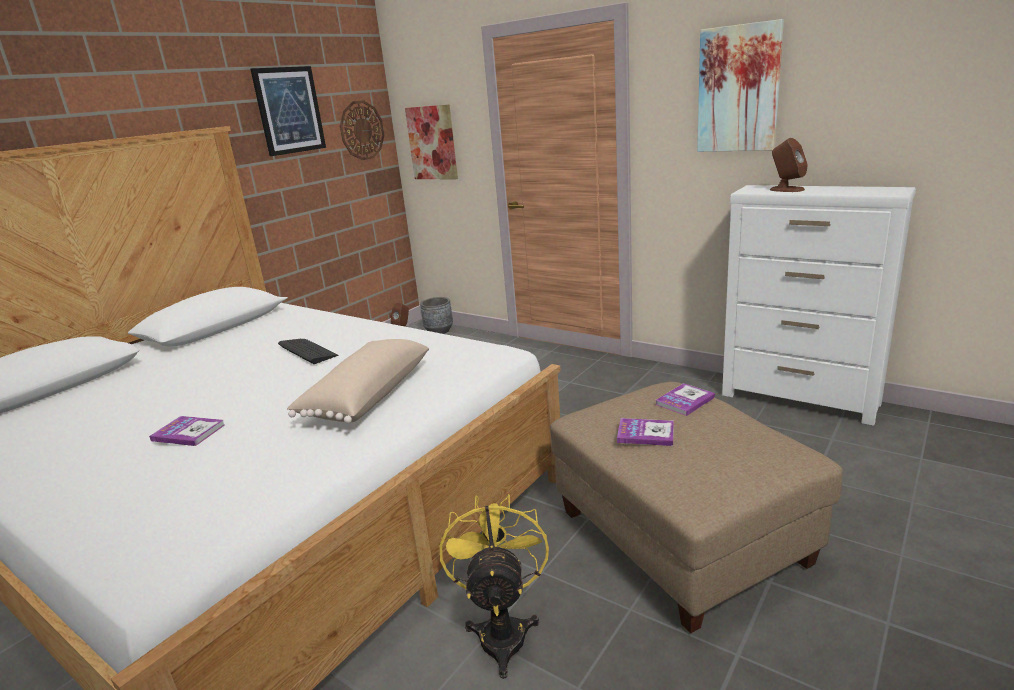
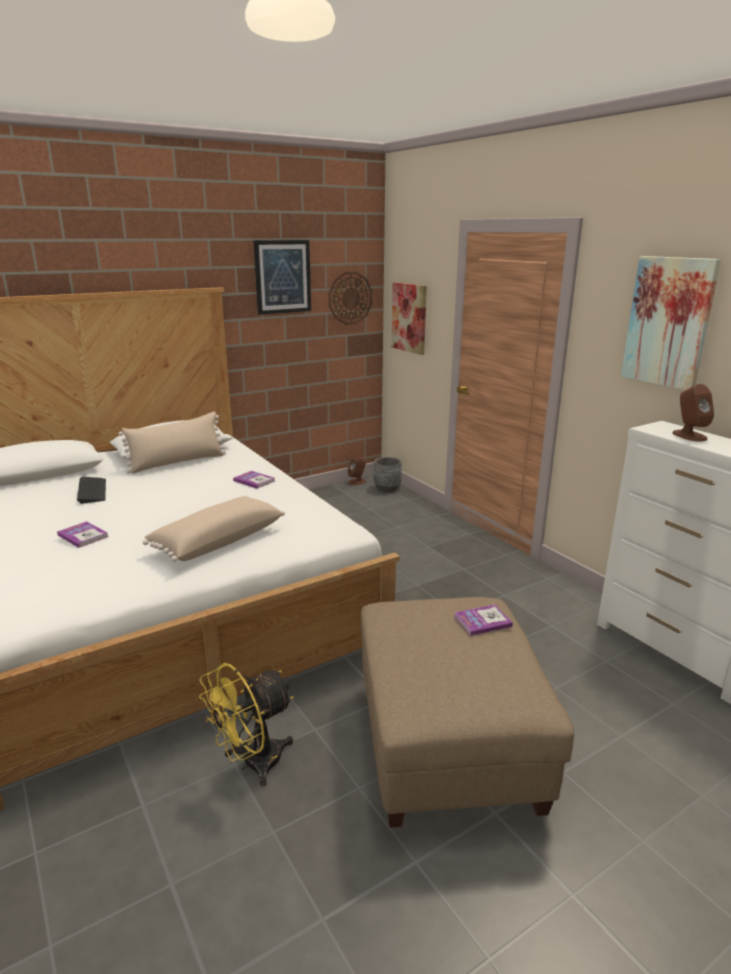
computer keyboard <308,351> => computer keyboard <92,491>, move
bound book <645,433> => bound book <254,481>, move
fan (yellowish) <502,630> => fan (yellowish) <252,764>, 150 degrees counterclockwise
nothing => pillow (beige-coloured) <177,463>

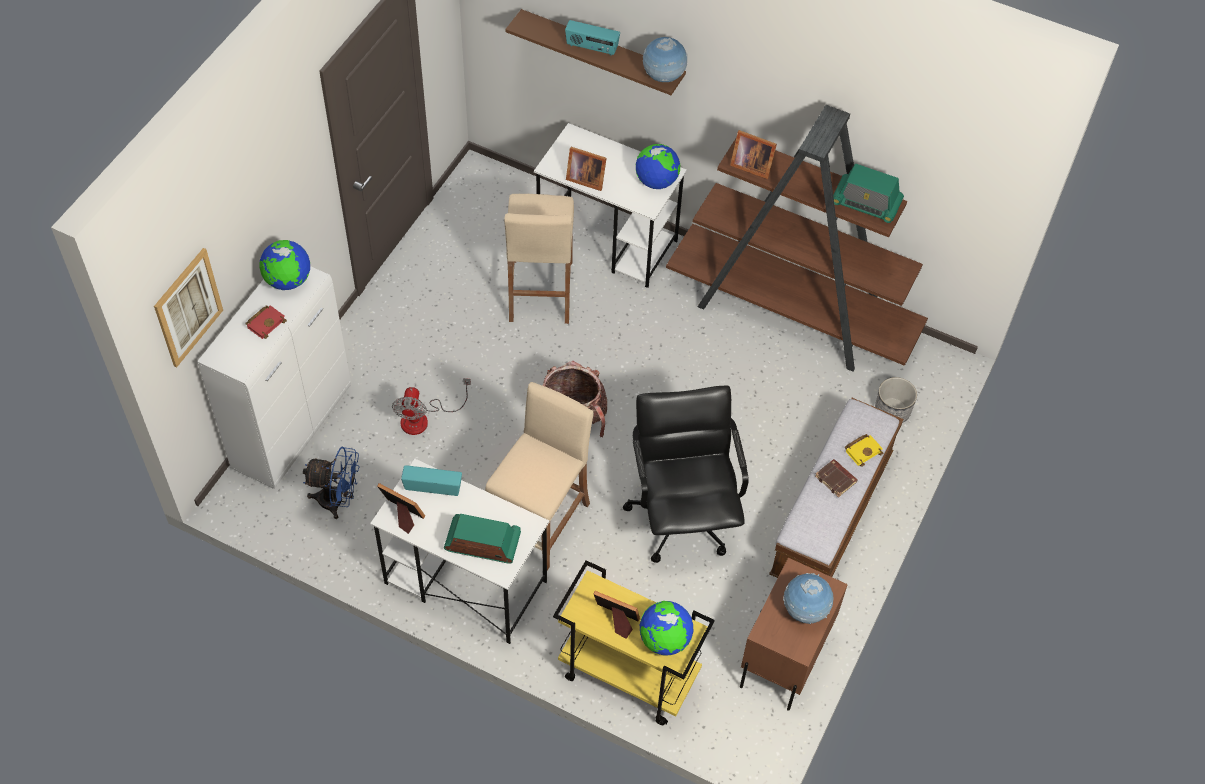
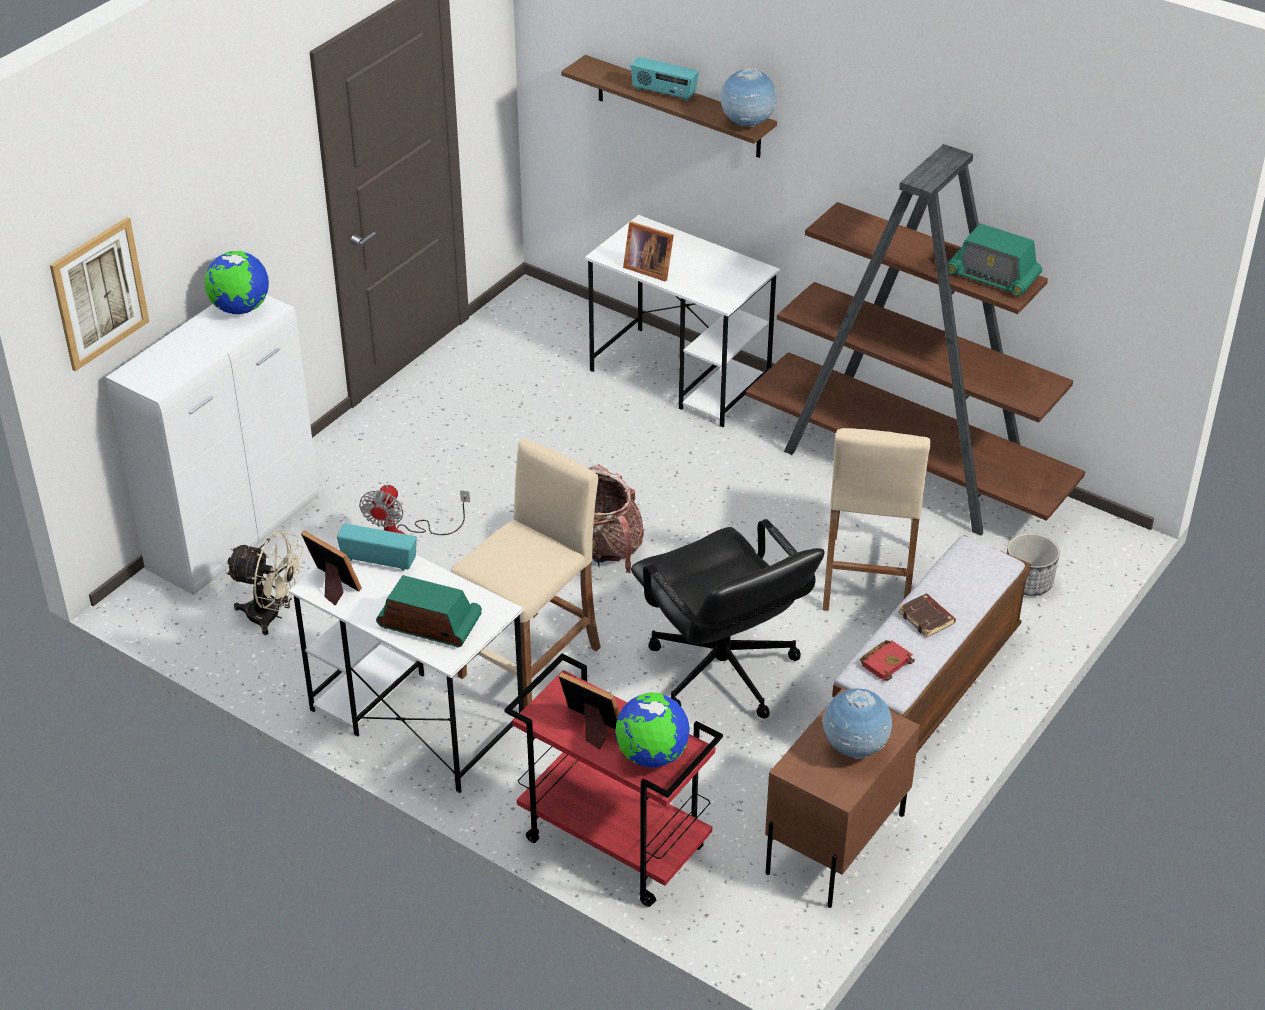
picture frame <750,165> => nothing
globe <656,181> => nothing
sitting stool (beige-coloured) <540,291> => sitting stool (beige-coloured) <868,577>, move
bound book (red-coloured) <266,322> => bound book (red-coloured) <886,662>, move
desk chair (black) <682,516> => desk chair (black) <722,672>, 150 degrees clockwise
bound book (yellowish) <863,450> => nothing
fan (blue-coloured) <338,501> => fan (beige-coloured) <272,616>
cart (yellowish) <627,675> => cart (red-coloured) <612,844>

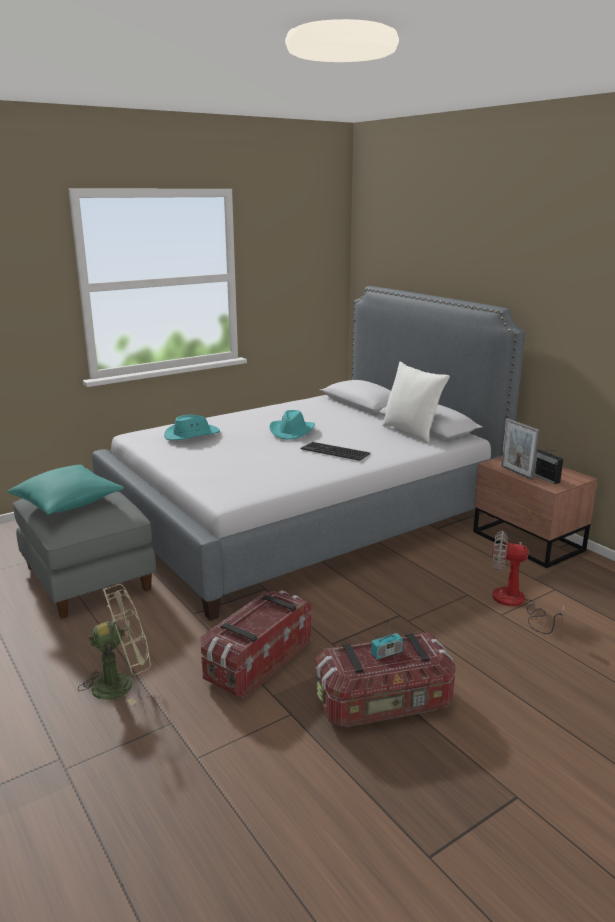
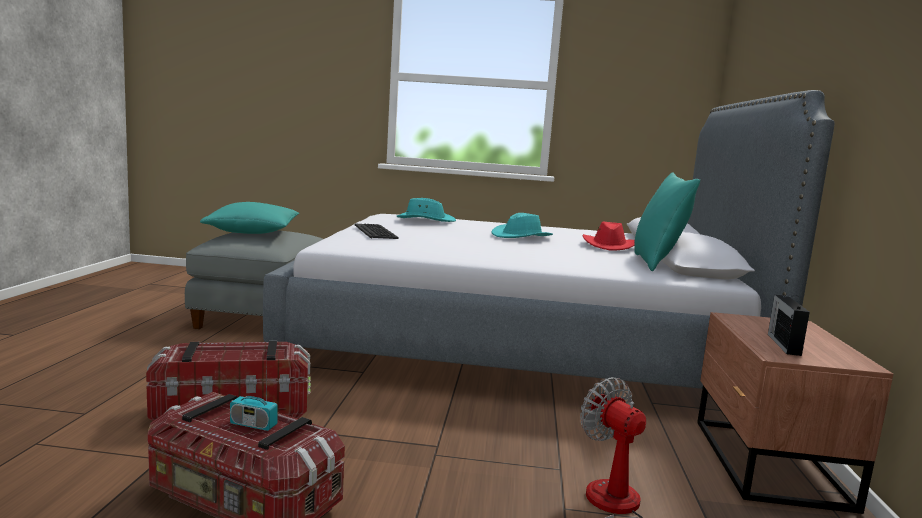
pillow (whitish) <411,432> => pillow (blue-green) <657,263>
picture frame <516,472> => nothing
computer keyboard <335,451> => computer keyboard <376,232>, move
fan (green-coloured) <122,683> => nothing
nothing => hat (red-coloured) <609,246>

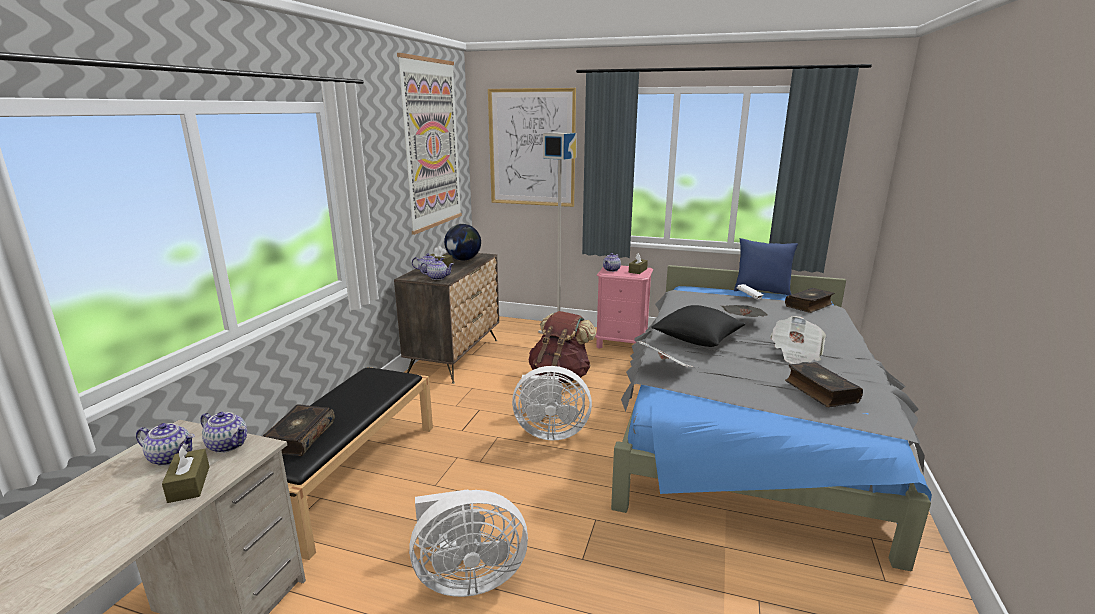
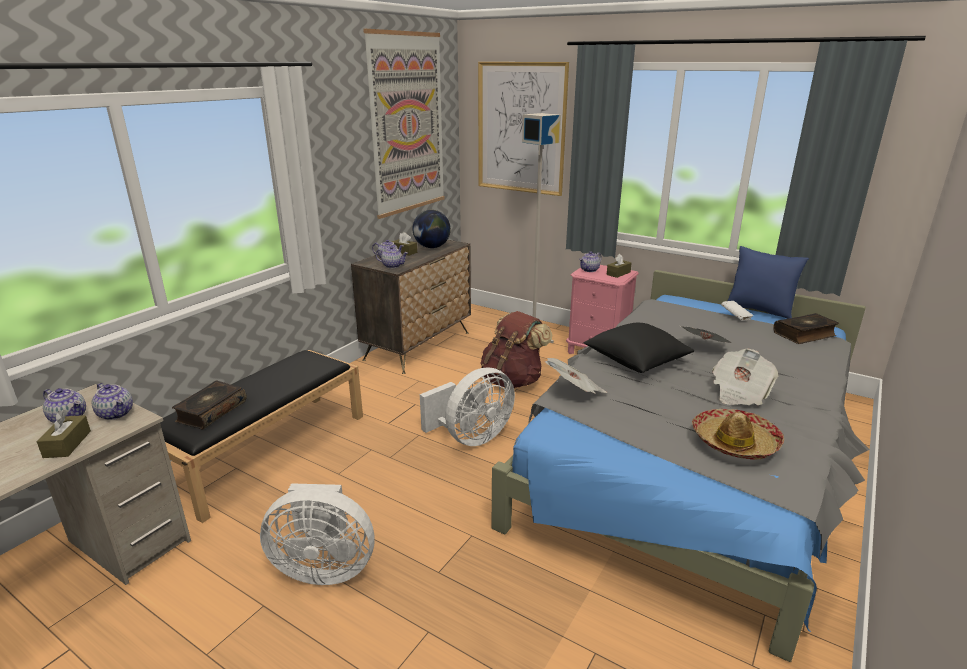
bound book <820,391> => hat <734,442>
fan (whitish) <549,432> => fan (whitish) <471,437>, 60 degrees counterclockwise

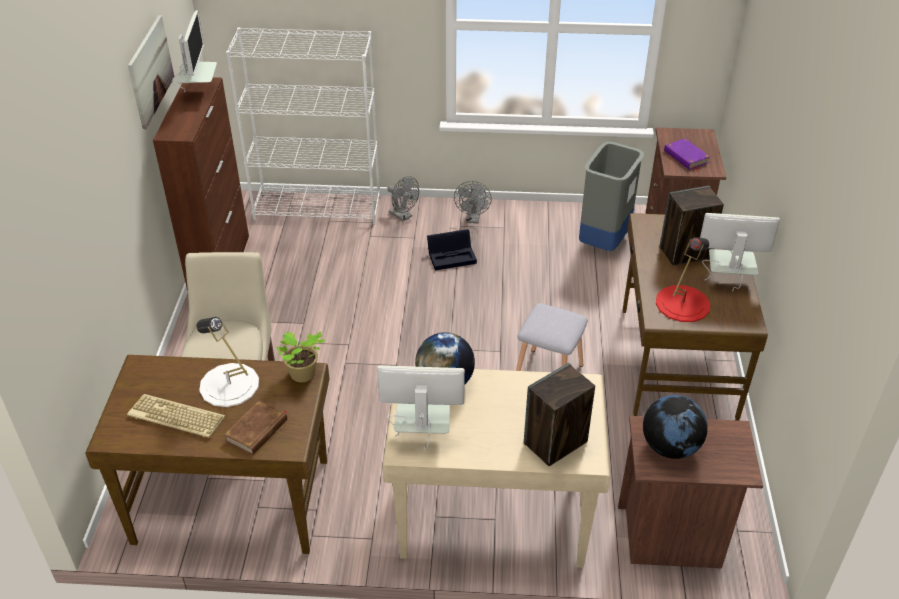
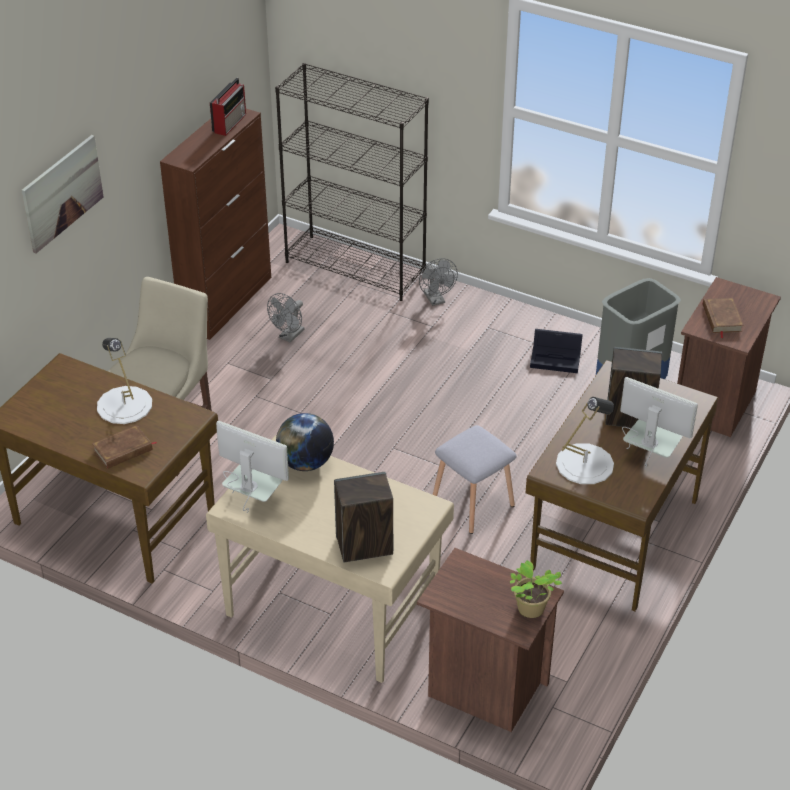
monitor <199,92> => radio receiver <230,122>
wall art <150,71> => wall art <62,193>, move
bookcase (whitish) <318,208> => bookcase (black) <356,267>
bound book (purple-coloured) <686,157> => bound book (brown-coloured) <721,318>
fan (gray) <473,219> => fan (gray) <289,336>, move
storage box (black) <453,256> => storage box (black) <557,358>, move
tabletop lamp (red-coloured) <682,303> => tabletop lamp (whitish) <584,464>
houseplant <303,375> => houseplant <530,610>, move
computer keyboard <175,417> => nothing
globe <670,447> => nothing

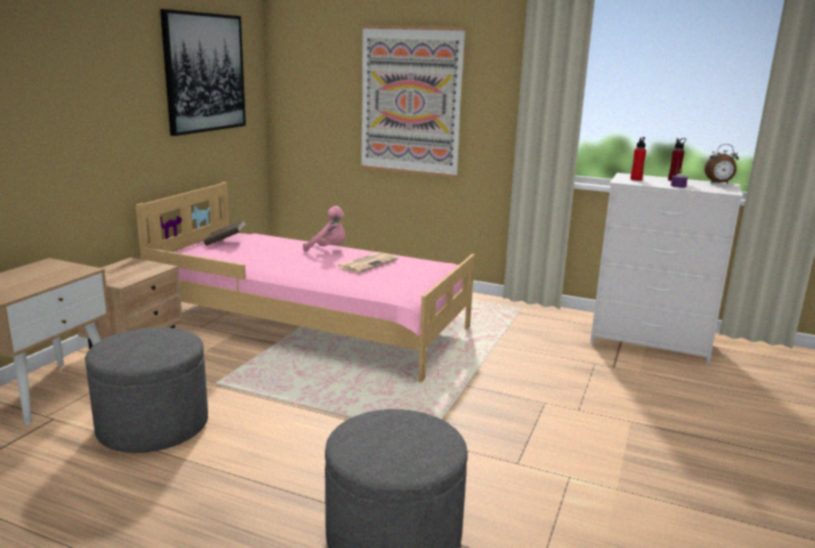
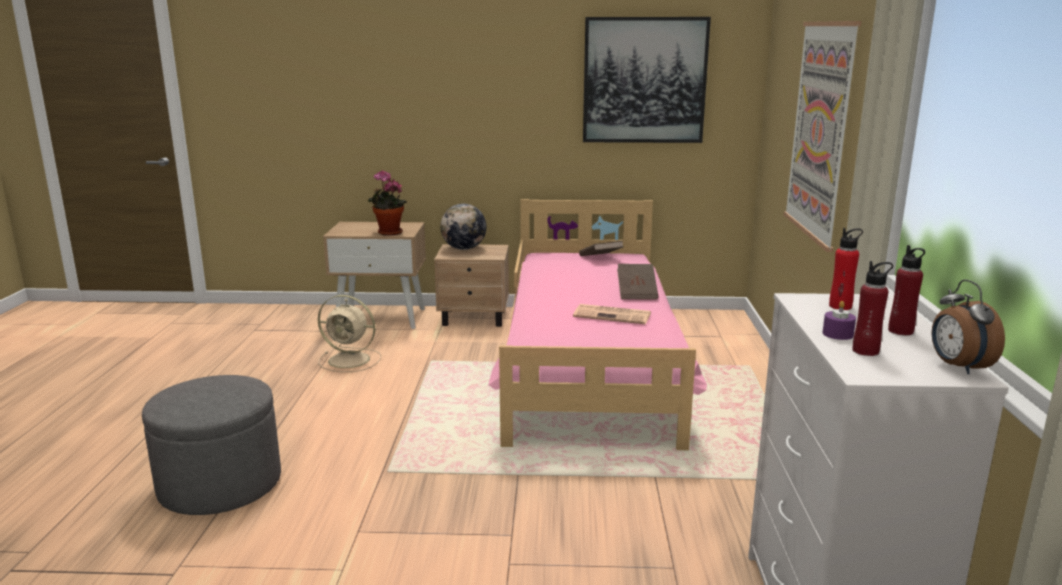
cuddly toy (pink) <328,249> => bound book (brown-coloured) <637,293>
footrest (gray) <153,426> => fan (beige-coloured) <351,360>
nothing => houseplant <388,233>
nothing => globe <464,249>
nothing => beverage bottle (red-coloured) <865,351>

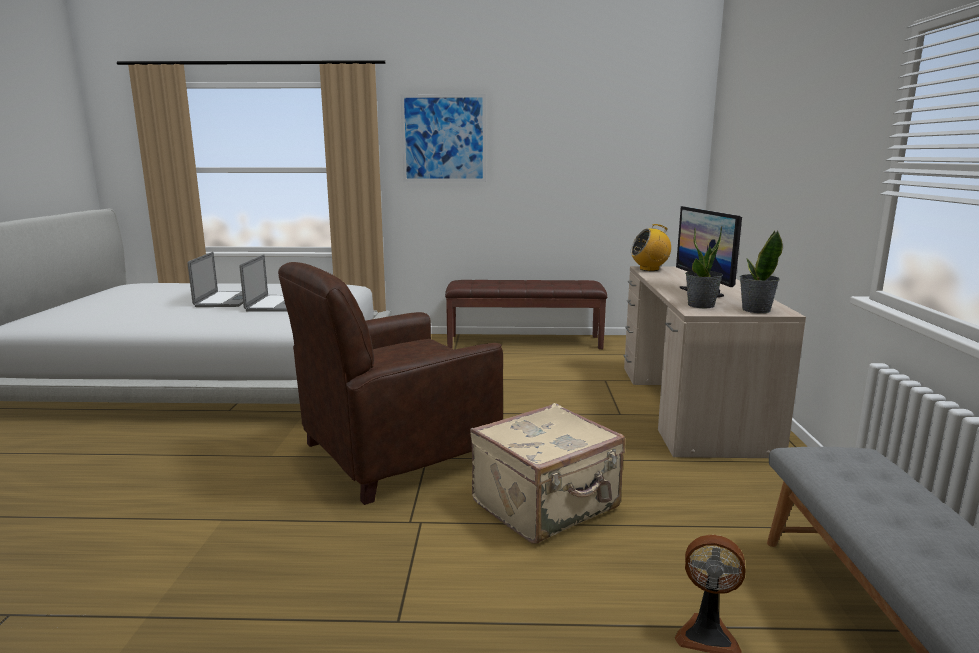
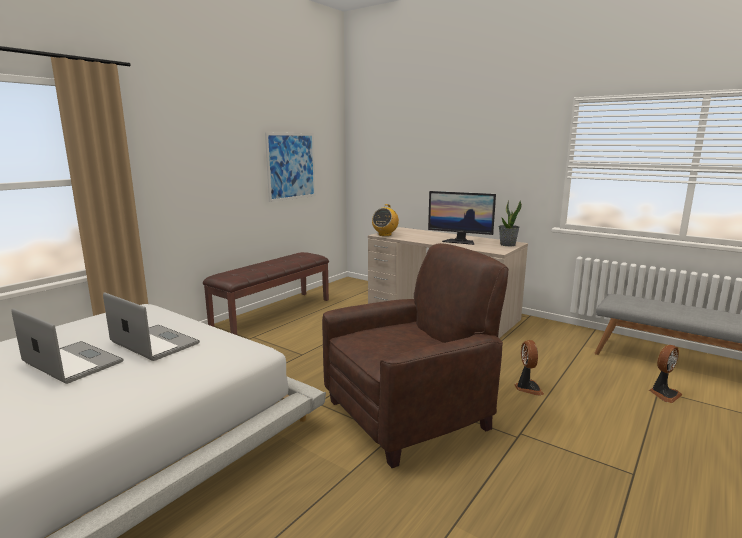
wall art <444,138> => wall art <291,166>, move
houseplant <701,305> => nothing
lounge chair (brown-coloured) <395,454> => lounge chair (brown-coloured) <409,414>, 120 degrees counterclockwise
travel case (beige-coloured) <547,506> => fan <527,388>

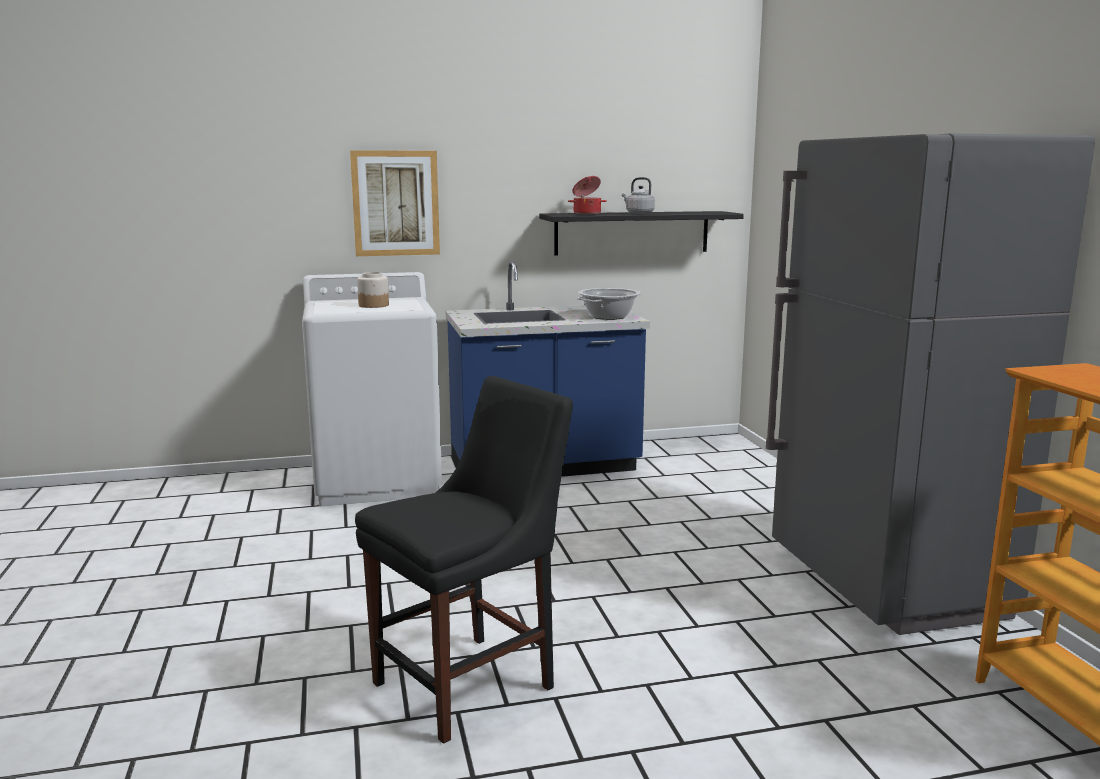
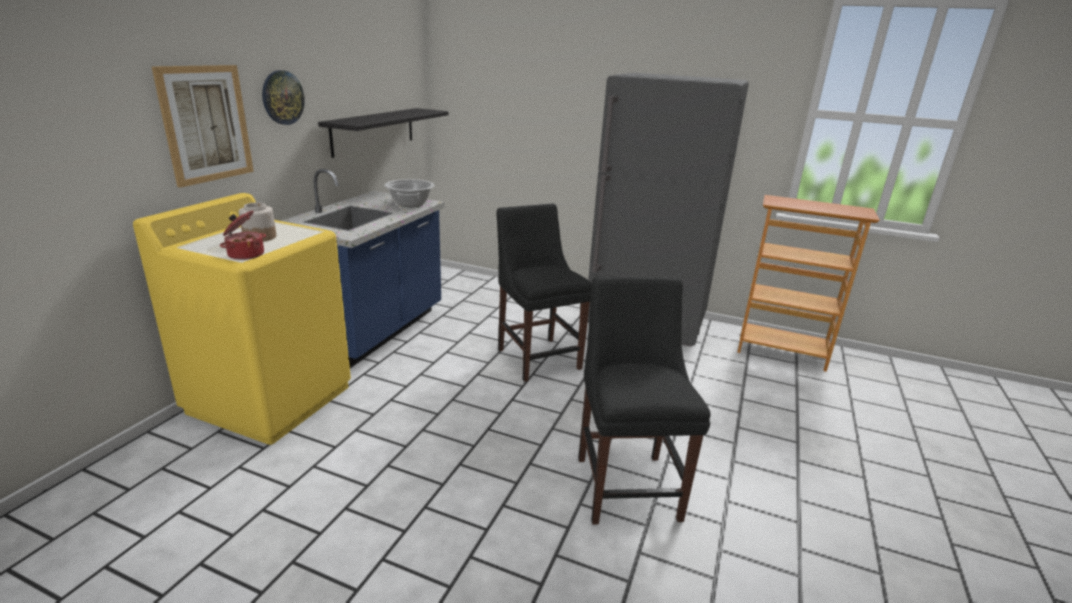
saucepot <587,213> => saucepot <245,254>, move
tea kettle (gray) <638,213> => nothing
laundry machine (whitish) <378,480> => laundry machine (yellowish) <271,398>
nothing => wall clock <282,97>
nothing => chair (black) <537,356>

